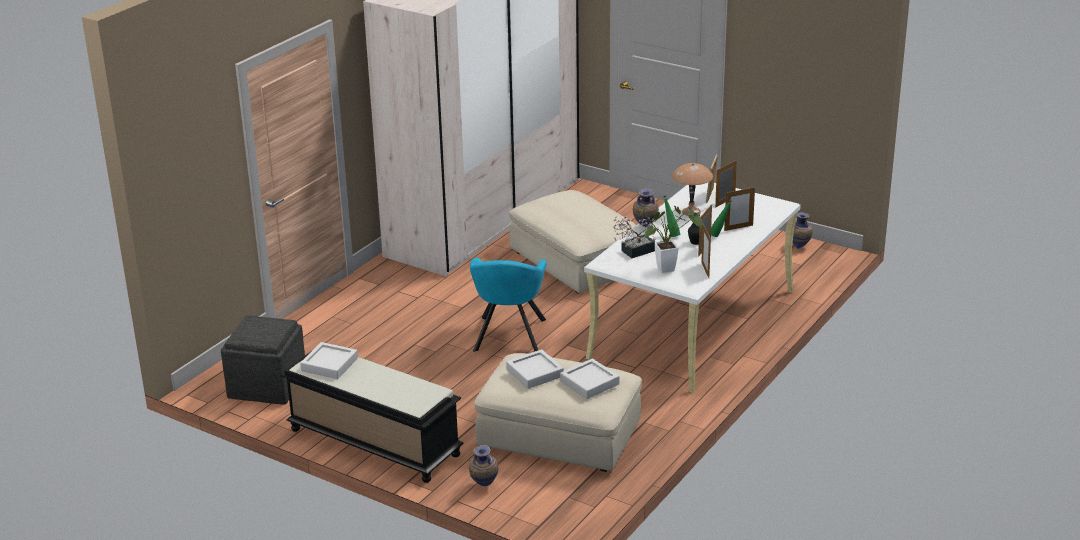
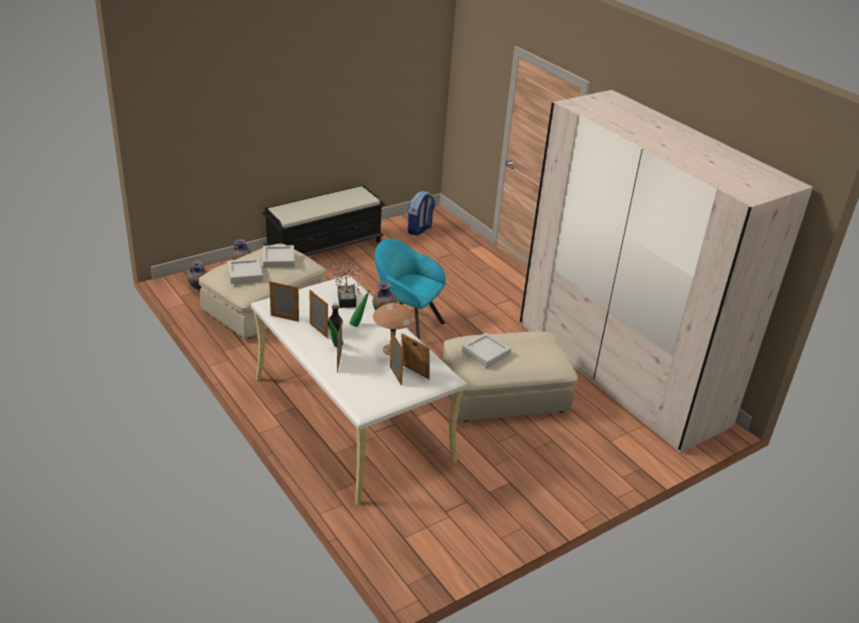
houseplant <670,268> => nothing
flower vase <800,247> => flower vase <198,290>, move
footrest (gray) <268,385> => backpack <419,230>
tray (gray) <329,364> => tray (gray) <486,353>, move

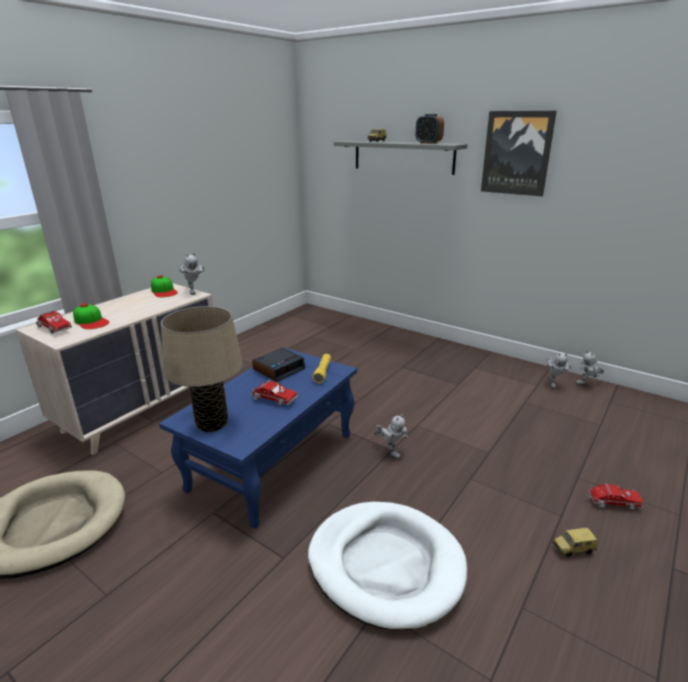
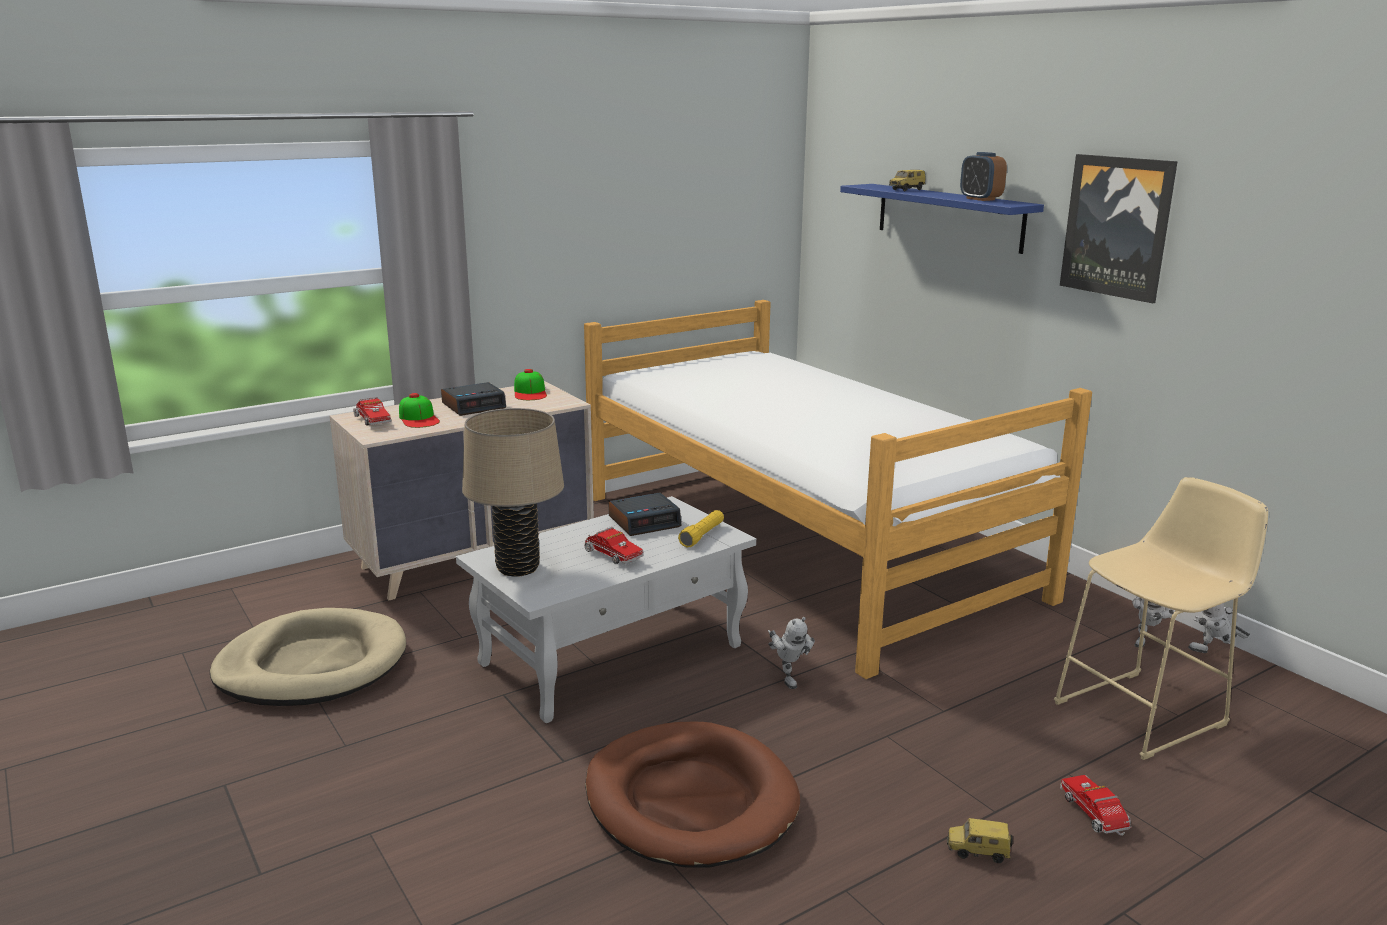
bracket shelf (gray) <403,156> => bracket shelf (blue-coloured) <948,217>
robot figure <193,292> => nothing
coffee table (blue-coloured) <274,460> => coffee table (whitish) <613,654>
toy lorry <611,503> => toy lorry <1096,816>, 135 degrees counterclockwise
dog bed (whitish) <385,565> => dog bed (brown-coloured) <690,800>
nothing => bed <801,544>
nothing => alarm clock <474,406>
nothing => sitting stool (beige-coloured) <1147,712>

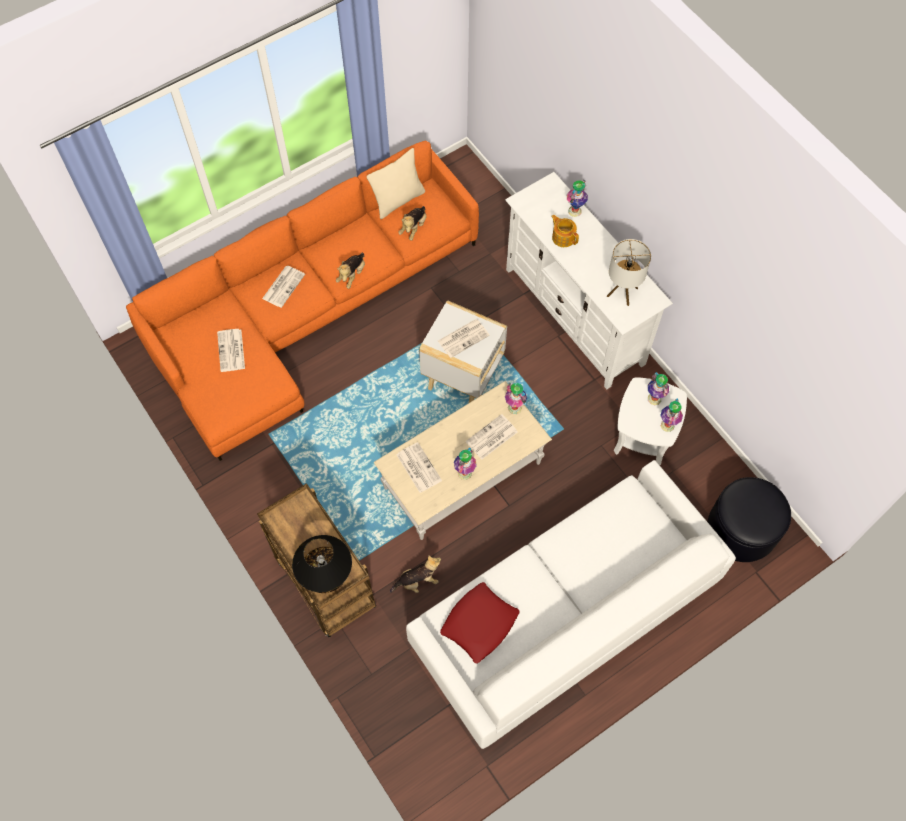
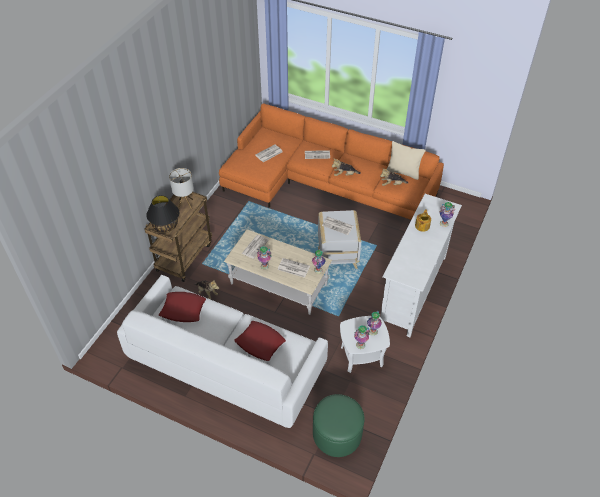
tabletop lamp <622,292> => tabletop lamp <185,204>, move
footrest (black) <741,529> => footrest (green-coloured) <337,434>
nothing => pillow (red-coloured) <260,343>

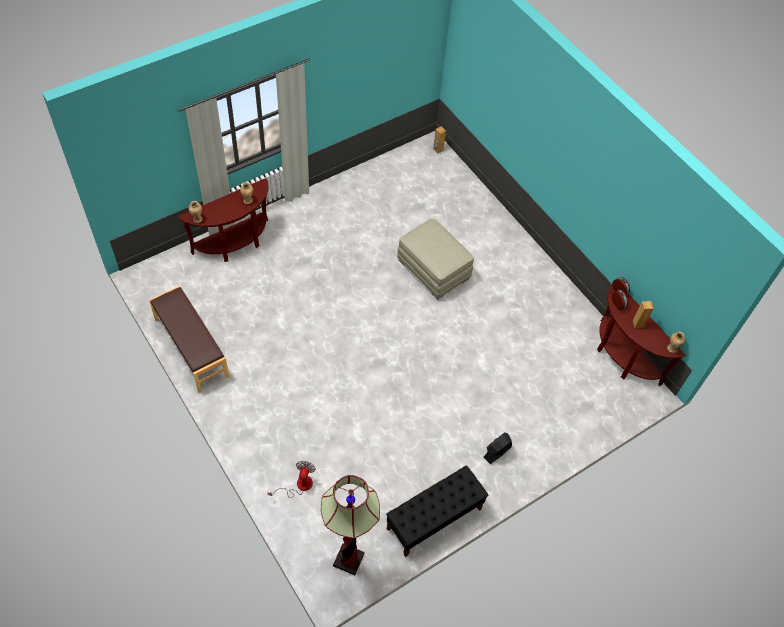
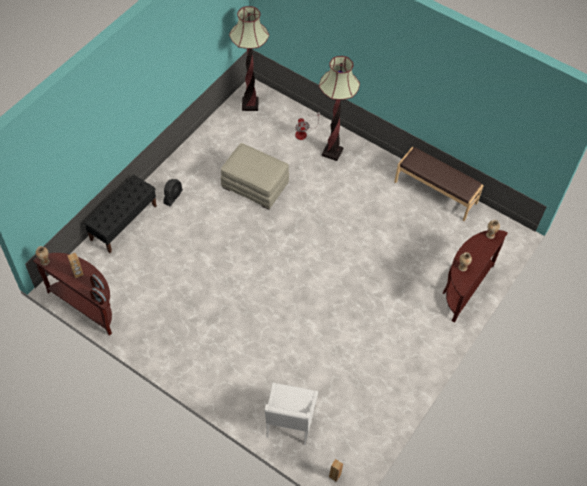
footrest (beige-coloured) <433,269> => footrest (beige-coloured) <255,186>, move
long seat (black) <434,519> => long seat (black) <124,222>, move
nothing => floor lamp <332,152>
nothing => lounge chair (whitish) <289,423>

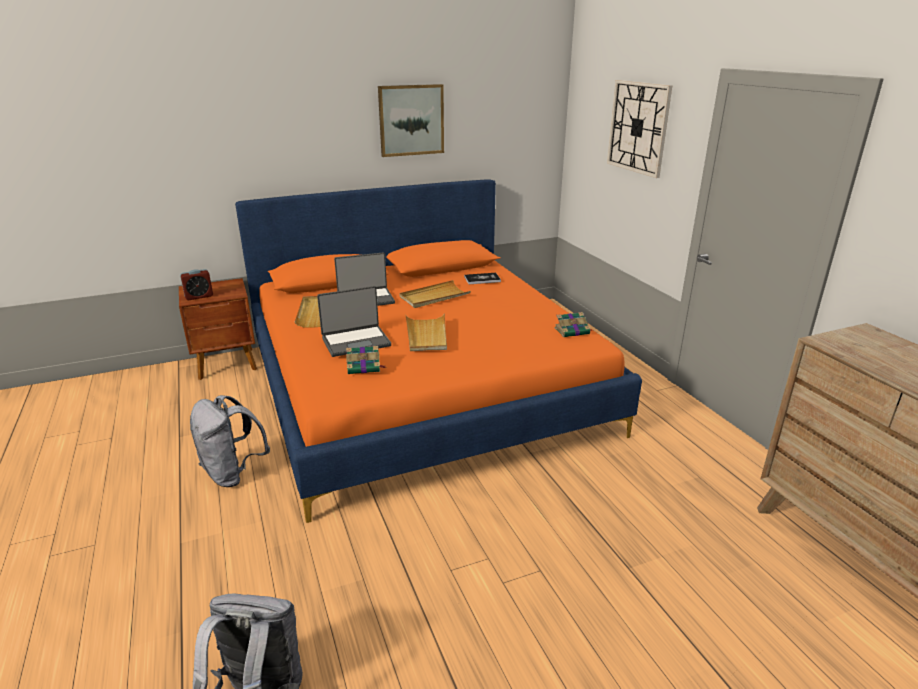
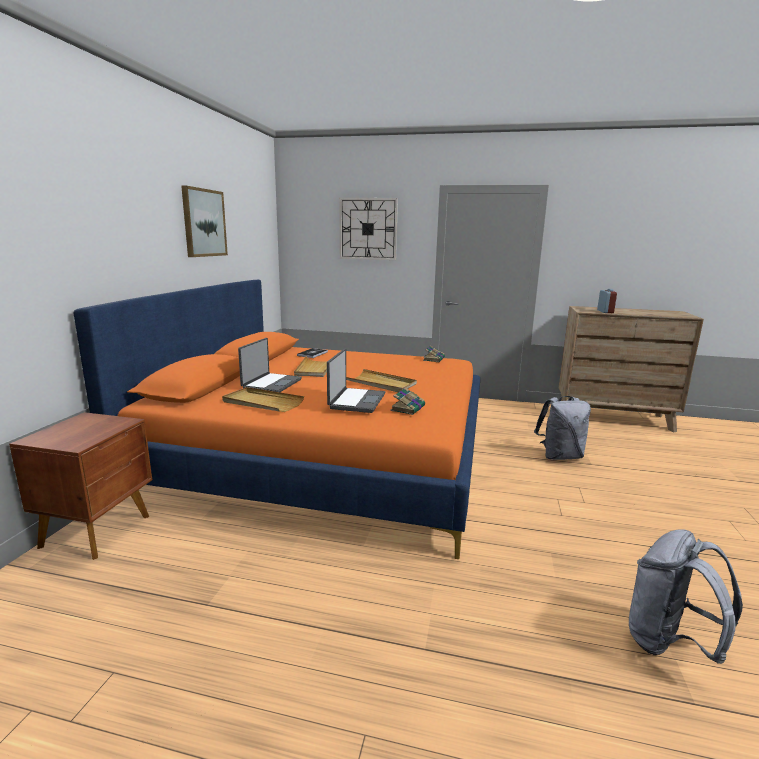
alarm clock <199,296> => alarm clock <605,311>, move
backpack (gray) <233,473> => backpack (gray) <560,456>, move

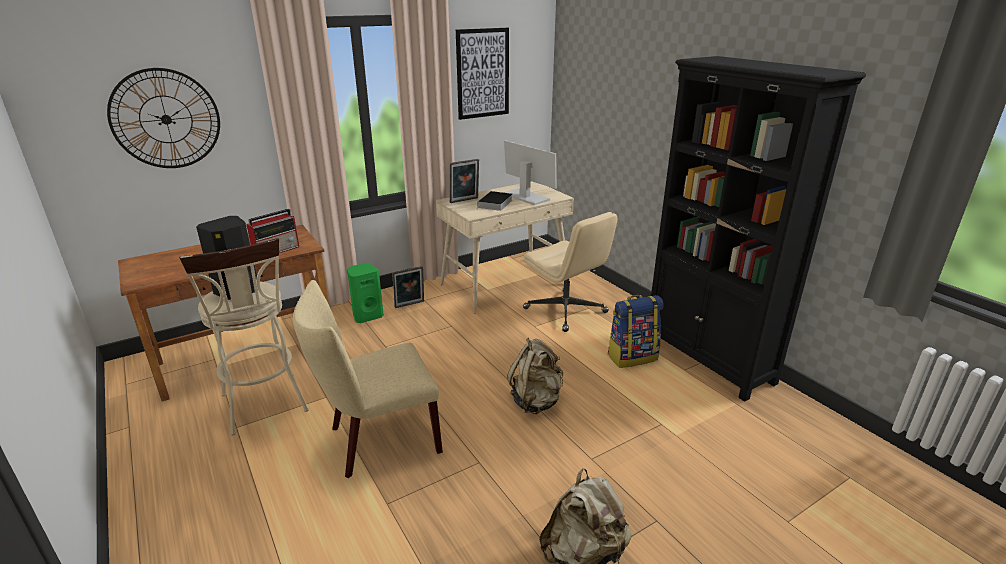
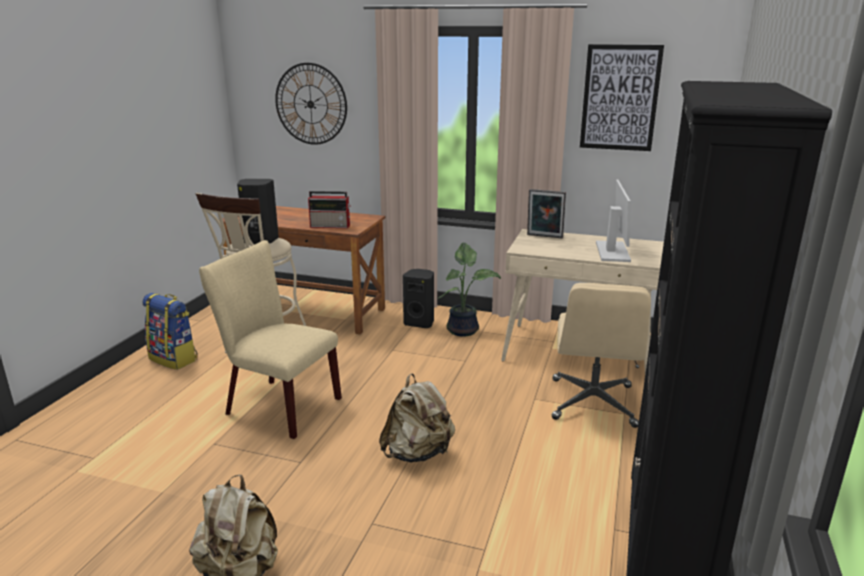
bound book <495,204> => nothing
audio speaker (green-coloured) <367,316> => audio speaker (black) <420,323>
picture frame <410,305> => houseplant <464,330>
backpack <632,357> => backpack <174,359>, move

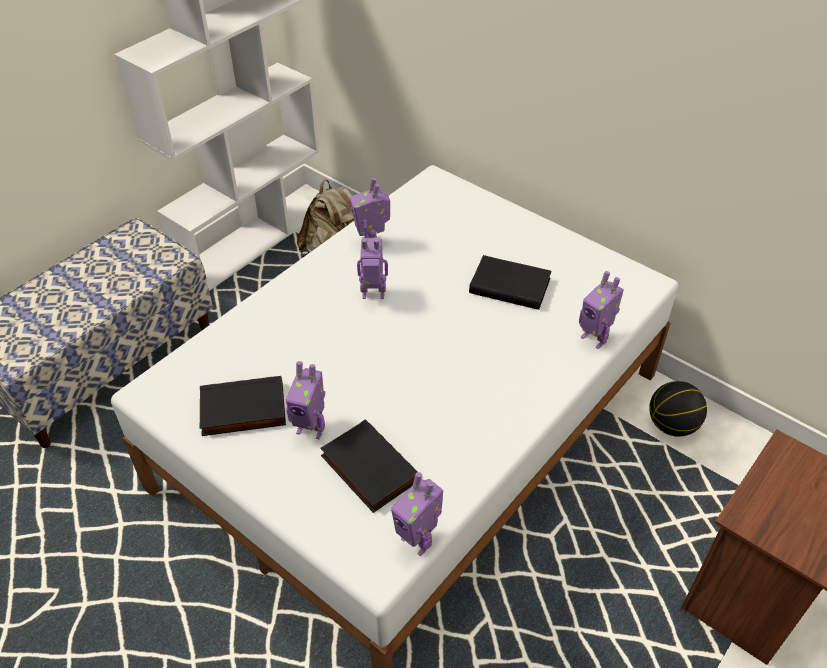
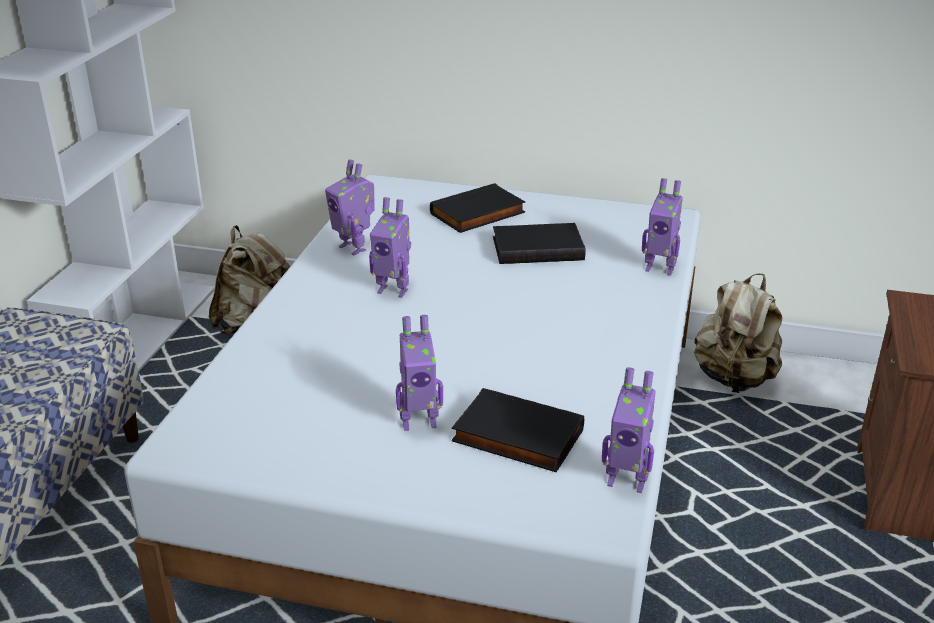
robot figure <373,295> => robot figure <393,290>, 135 degrees counterclockwise
bound book (black) <242,411> => bound book (black) <478,214>, move
basketball <672,425> => backpack (beige-coloured) <734,379>

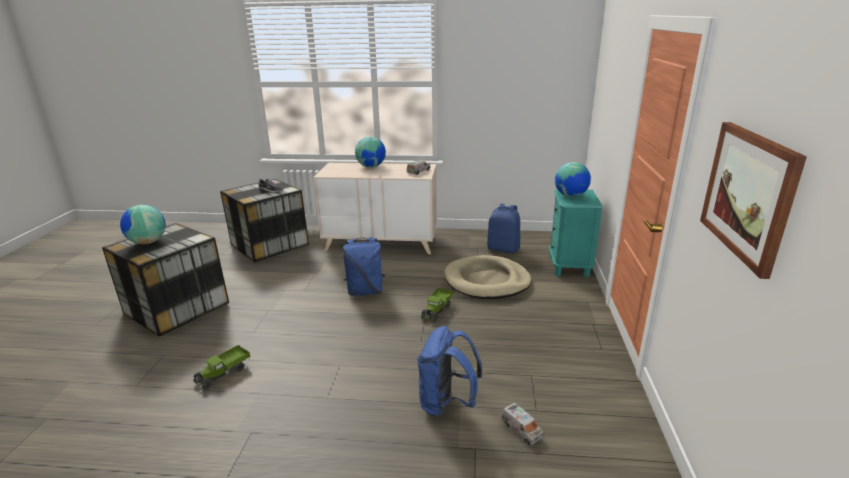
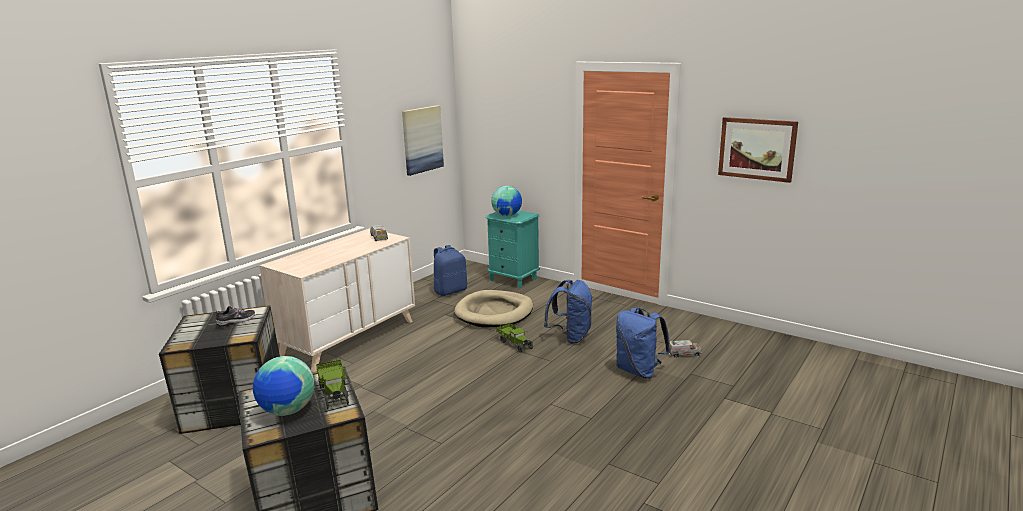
globe <371,166> => nothing
backpack (blue-coloured) <365,291> => backpack (blue-coloured) <570,337>, move
toy lorry <224,374> => toy lorry <335,393>, move
nothing => wall art <422,139>

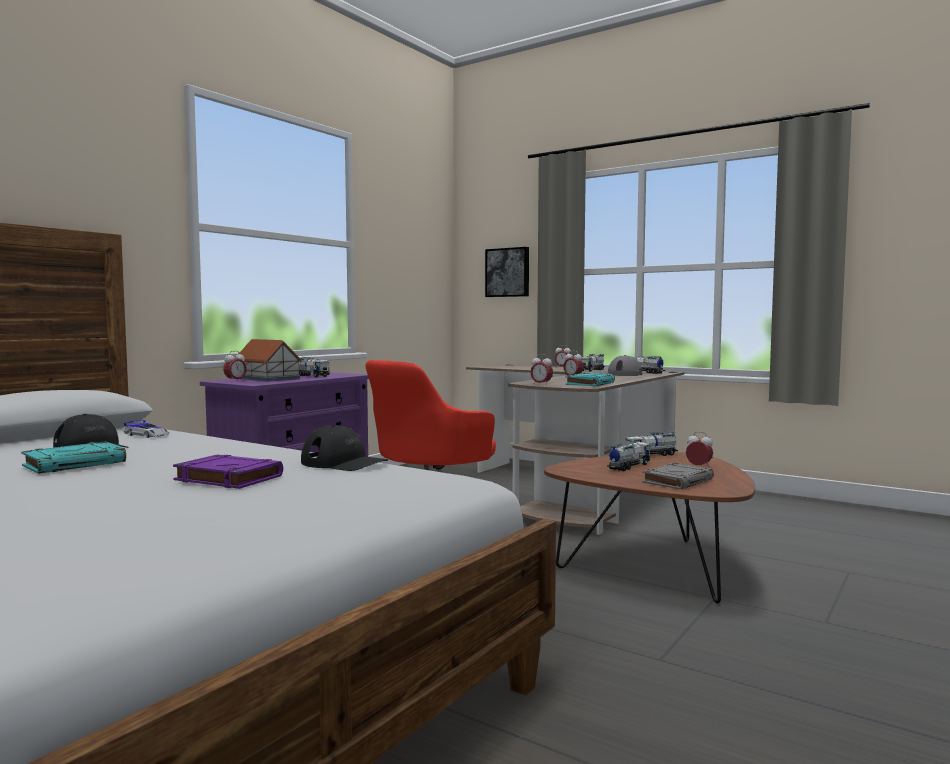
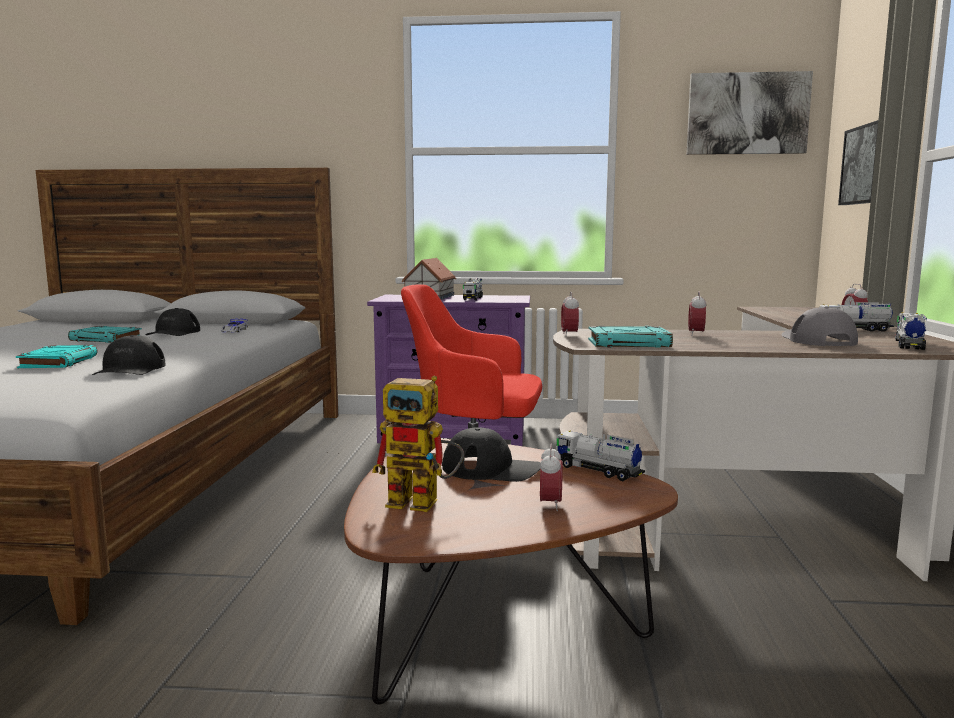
alarm clock <235,381> => nothing
toy lorry <628,466> => baseball cap (black) <491,469>
bound book (purple-coloured) <227,478> => bound book (blue-green) <59,362>
bound book (gray) <677,481> => robot figure <424,503>
nothing => wall art <747,114>

